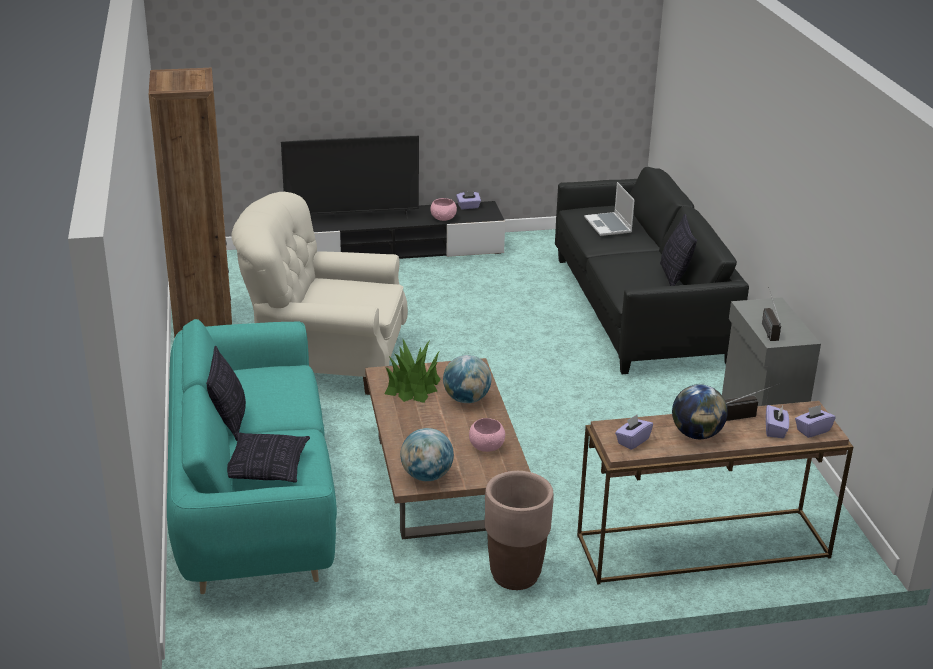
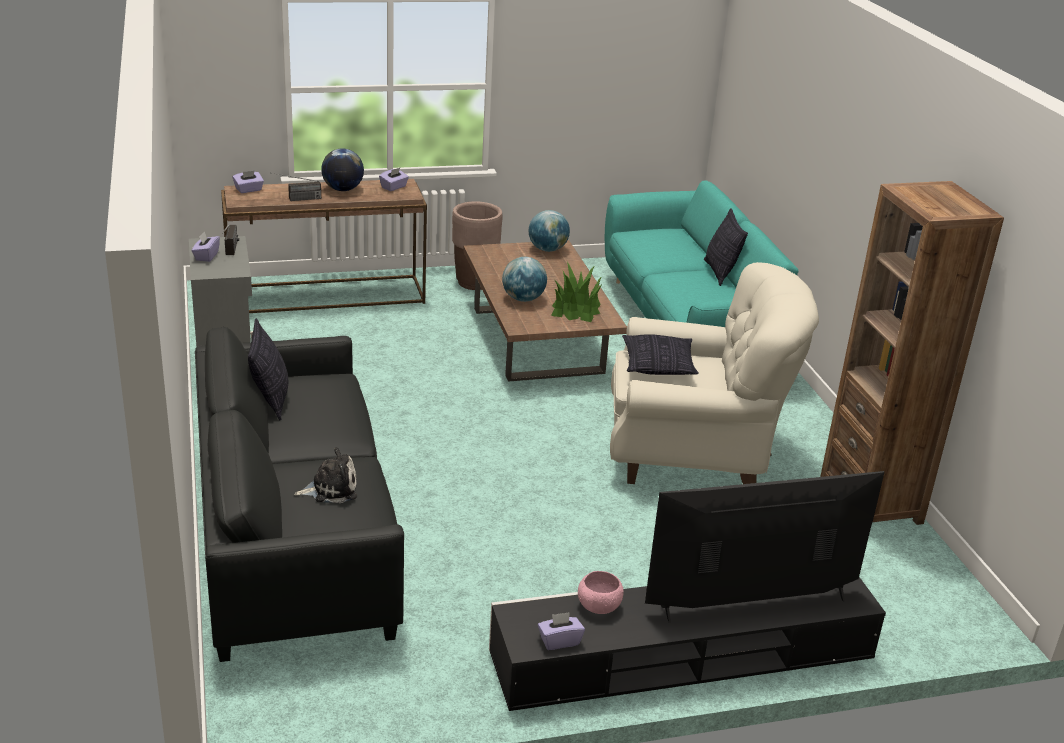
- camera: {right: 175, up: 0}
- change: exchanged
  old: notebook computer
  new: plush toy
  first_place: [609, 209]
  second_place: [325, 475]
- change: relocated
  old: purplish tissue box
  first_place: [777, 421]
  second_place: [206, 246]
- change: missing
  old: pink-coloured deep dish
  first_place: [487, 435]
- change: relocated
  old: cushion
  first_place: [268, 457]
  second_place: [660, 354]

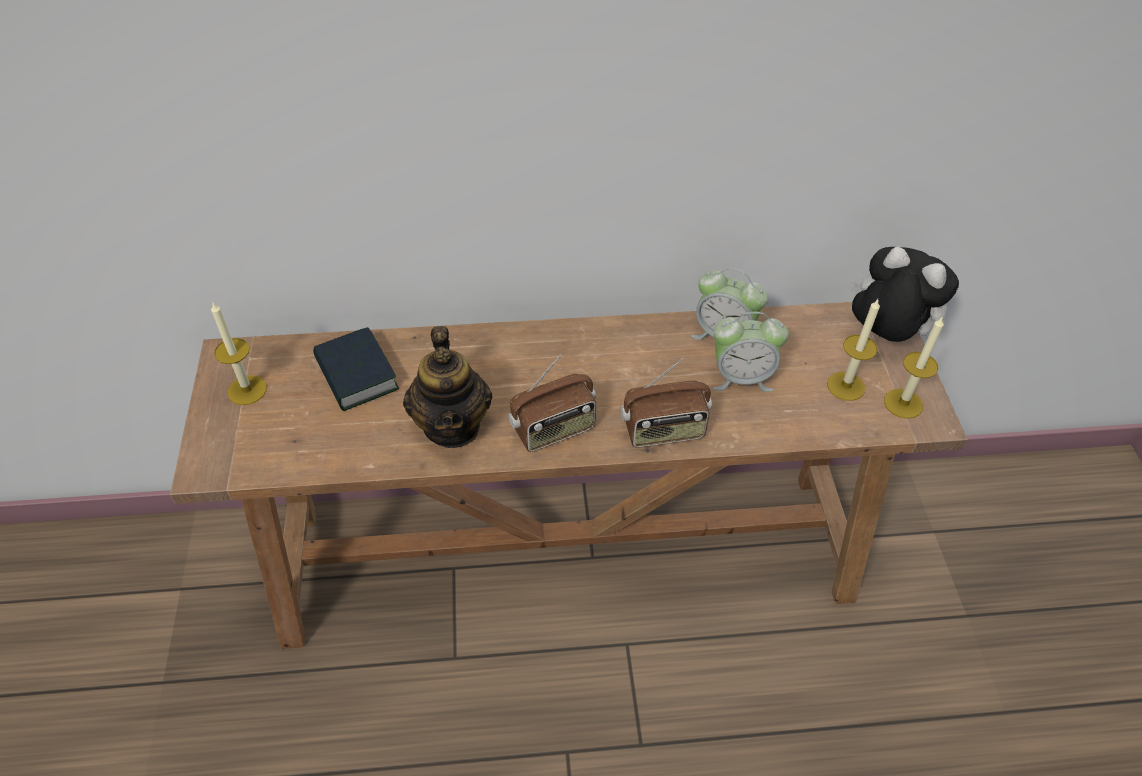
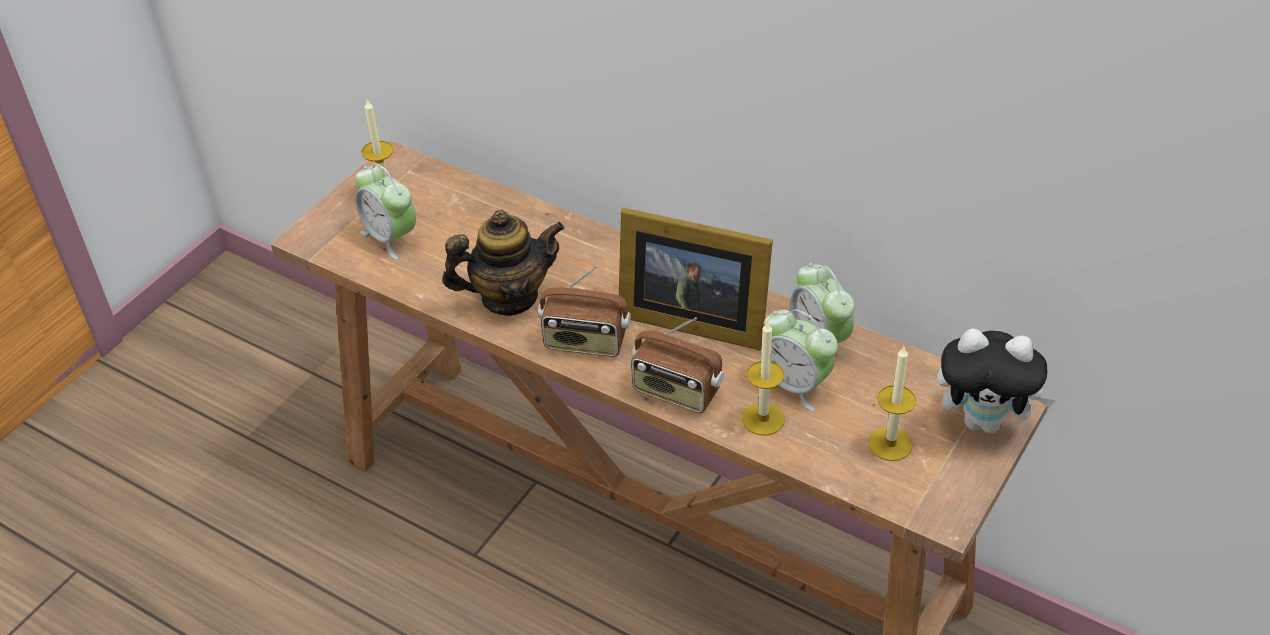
- camera: {right: 40, up: -5}
- change: spun
  old: plush toy
  first_place: [904, 294]
  second_place: [996, 381]
  degrees: 120
- change: relocated
  old: candle
  first_place: [914, 367]
  second_place: [763, 378]
- change: spun
  old: teapot
  first_place: [447, 387]
  second_place: [503, 263]
  degrees: -135
- change: missing
  old: bound book
  first_place: [356, 369]
- change: appeared
  new: alarm clock
  second_place: [385, 212]
- change: appeared
  new: picture frame
  second_place: [696, 279]

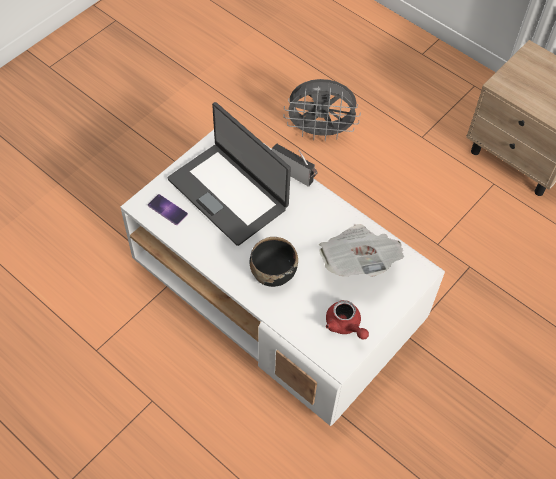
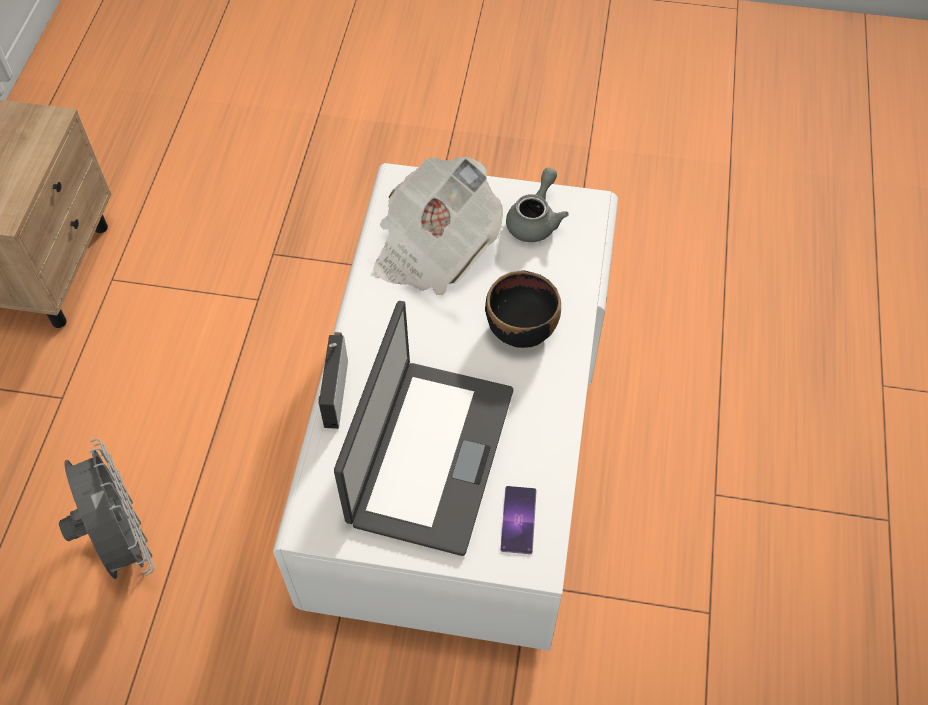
- camera: {right: -120, up: 0}
- change: colour
  old: red teapot
  new: gray teapot
  first_place: [347, 320]
  second_place: [537, 205]

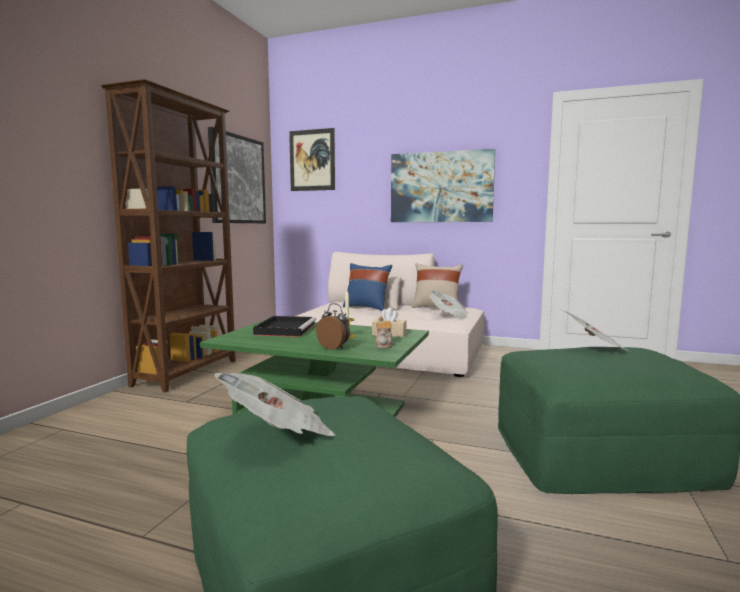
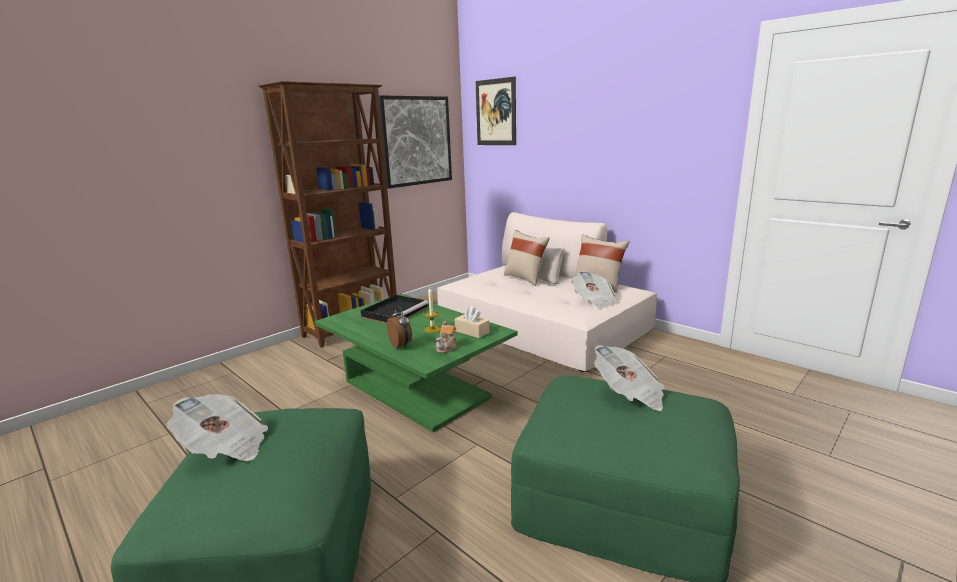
- camera: {right: 25, up: 10}
- change: missing
  old: wall picture
  first_place: [443, 185]
- change: colour
  old: bluish cushion
  new: beige-coloured cushion
  first_place: [367, 287]
  second_place: [527, 258]

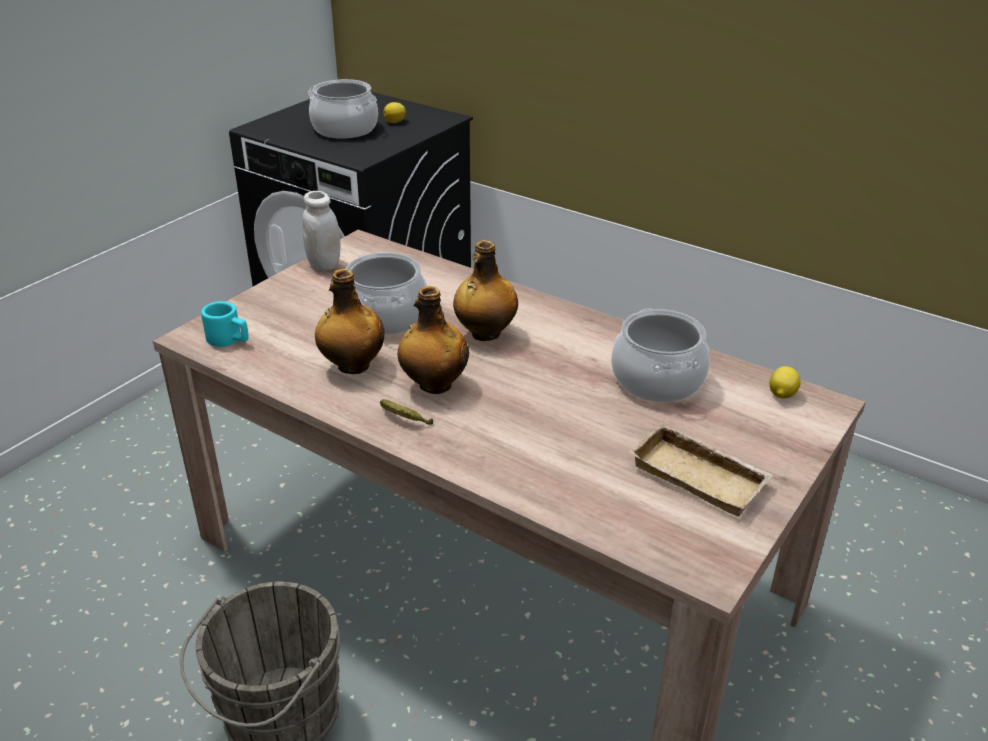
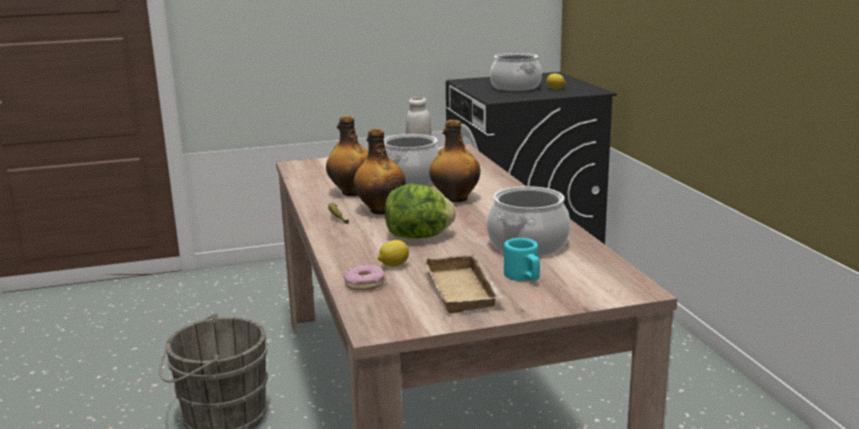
- camera: {right: 40, up: -15}
- change: relocated
  old: turquoise-coloured coffee mug
  first_place: [225, 324]
  second_place: [522, 259]
- change: relocated
  old: lemon
  first_place: [785, 382]
  second_place: [393, 253]
- change: appeared
  new: head of lettuce
  second_place: [420, 211]
- change: appeared
  new: donut
  second_place: [364, 278]

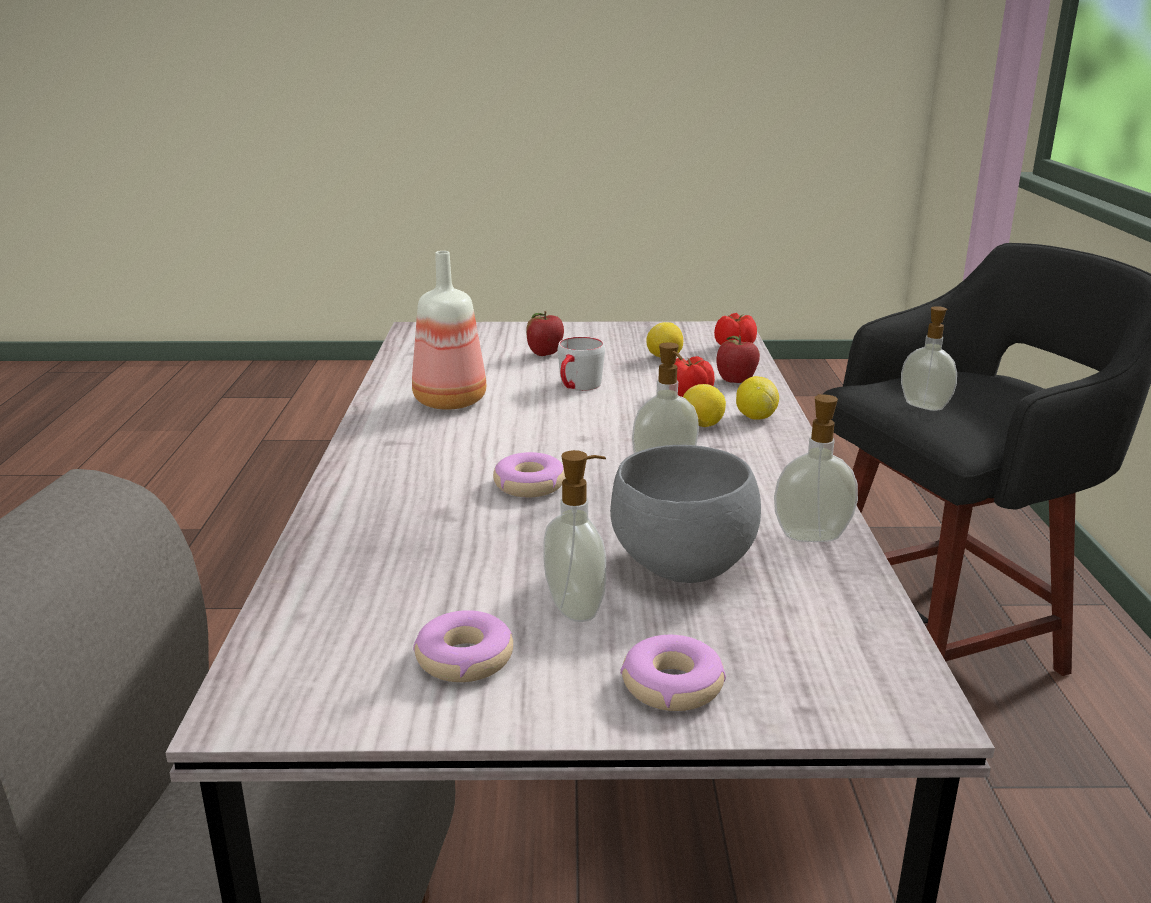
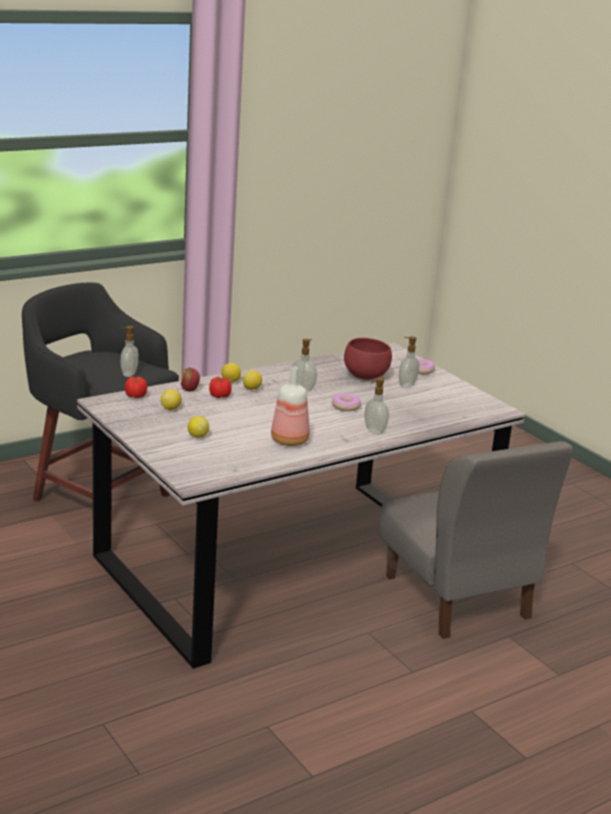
- camera: {right: -125, up: 0}
- change: exchanged
  old: apple fruit
  new: lemon
  first_place: [545, 333]
  second_place: [198, 427]
- change: missing
  old: gray coffee mug
  first_place: [581, 364]
- change: relocated
  old: liquid soap bottle
  first_place: [816, 468]
  second_place: [377, 406]
- change: colour
  old: gray deep dish
  new: red deep dish
  first_place: [685, 514]
  second_place: [368, 359]
- change: missing
  old: donut
  first_place: [463, 646]

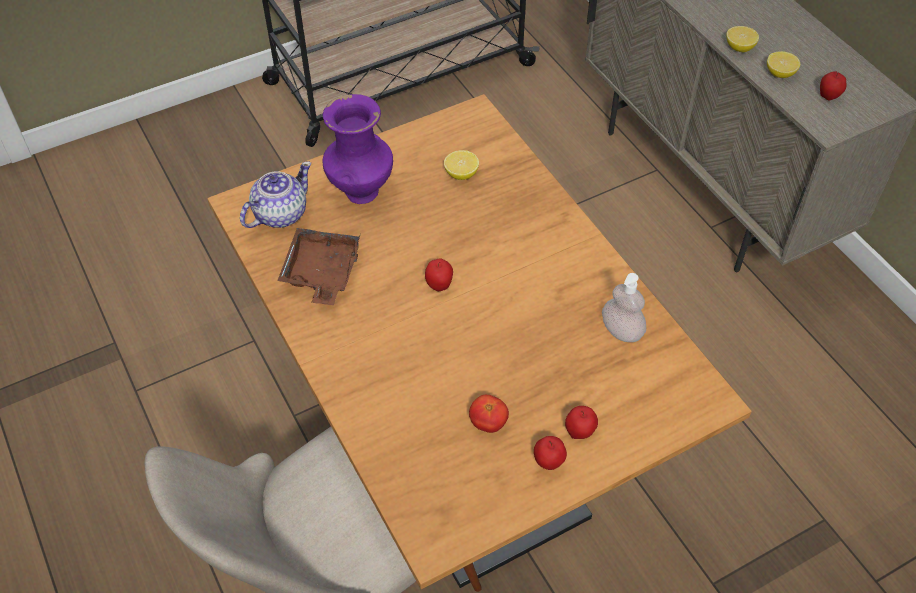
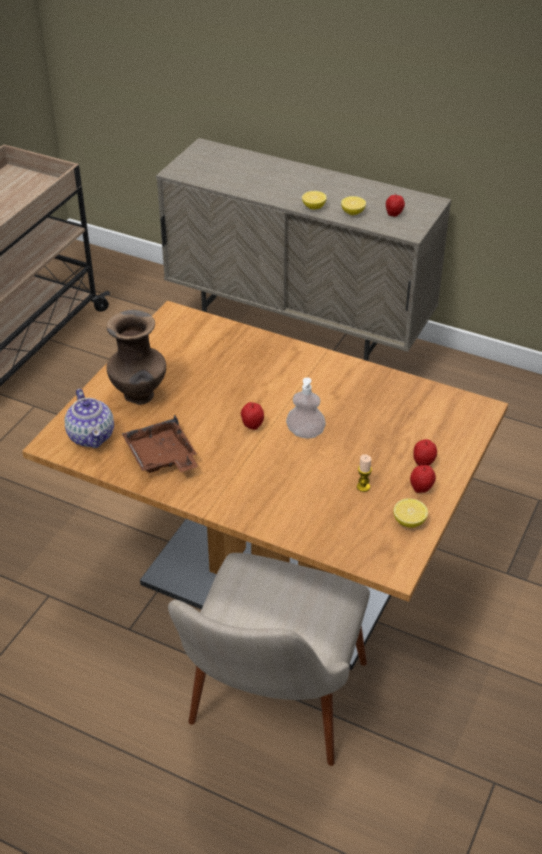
- camera: {right: -35, up: -10}
- change: colour
  old: purplish flower vase
  new: brown-coloured flower vase
  first_place: [358, 149]
  second_place: [136, 357]
- change: relocated
  old: lemon
  first_place: [461, 165]
  second_place: [410, 513]
- change: spun
  old: teapot
  first_place: [275, 194]
  second_place: [89, 418]
  degrees: 150
- change: relocated
  old: liquid soap bottle
  first_place: [624, 307]
  second_place: [306, 408]
- change: exchanged
  old: fresh tomato
  new: candle
  first_place: [489, 414]
  second_place: [364, 473]

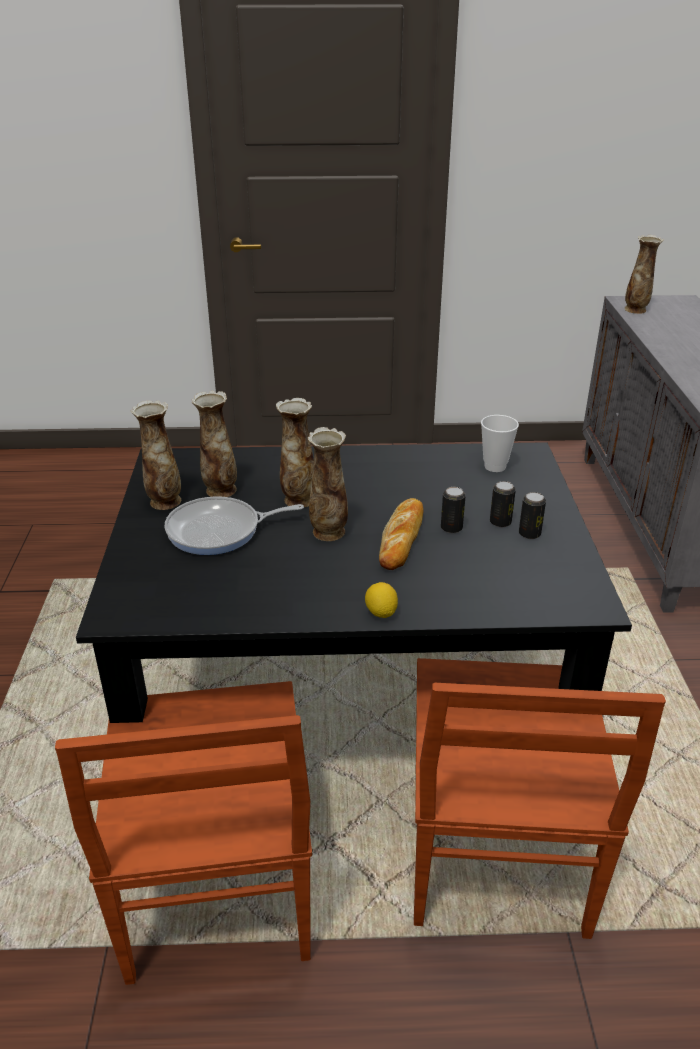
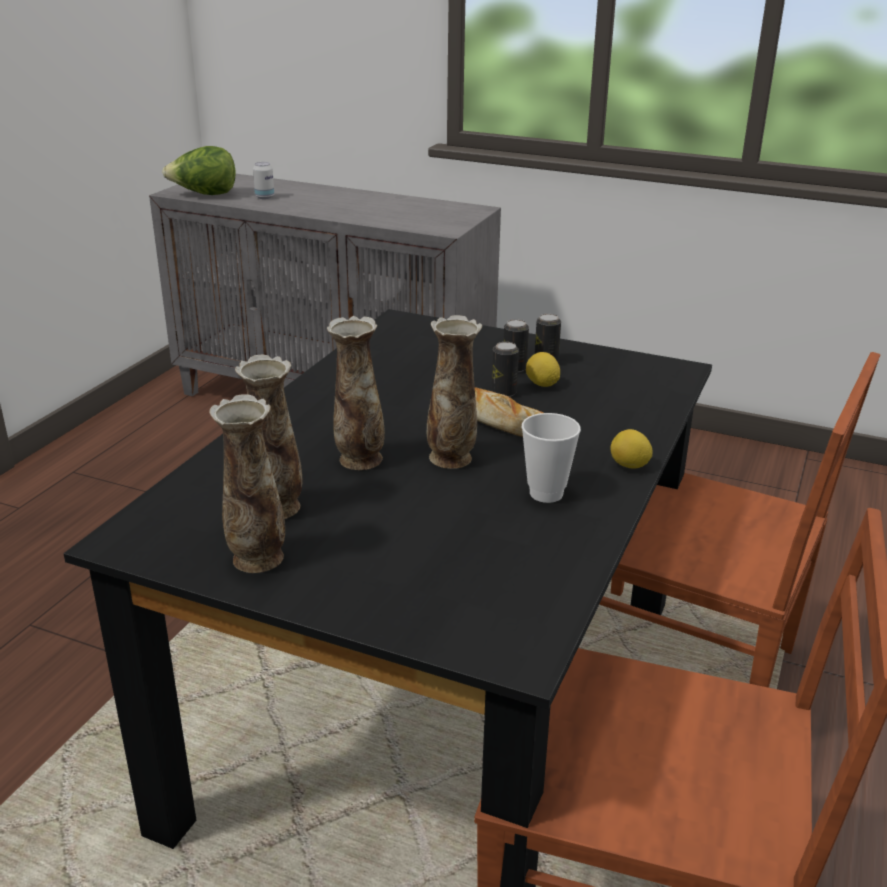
- camera: {right: -65, up: -5}
- change: exchanged
  old: flower vase
  new: head of lettuce
  first_place: [644, 274]
  second_place: [199, 170]
- change: relocated
  old: cup
  first_place: [500, 443]
  second_place: [551, 458]
- change: missing
  old: pan
  first_place: [234, 525]
- change: appeared
  new: metal can
  second_place: [263, 180]
- change: appeared
  new: lemon
  second_place: [543, 369]

